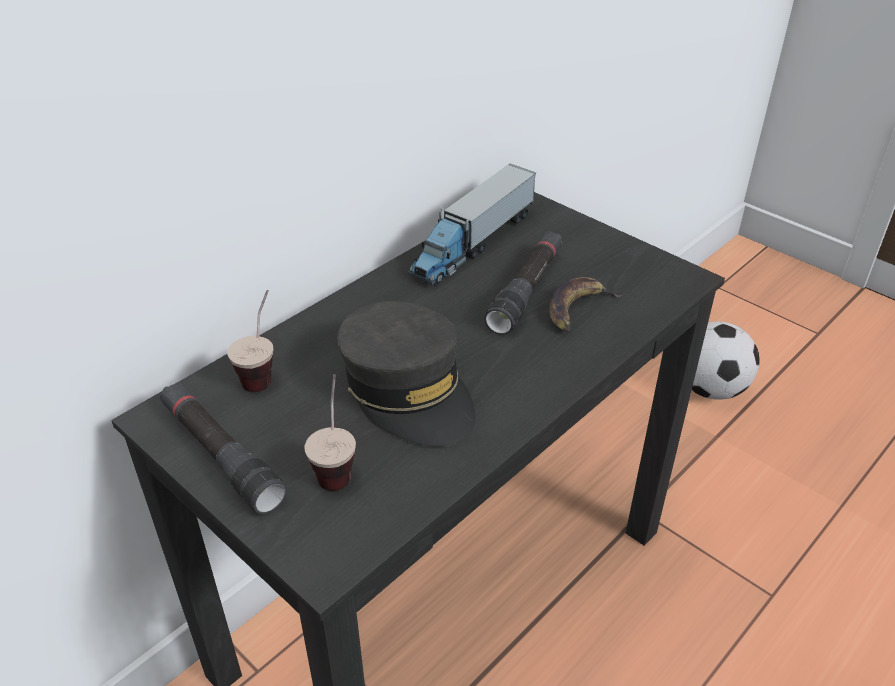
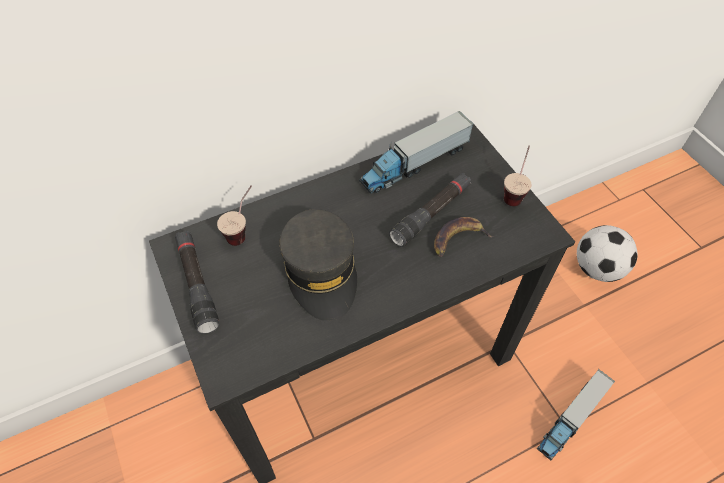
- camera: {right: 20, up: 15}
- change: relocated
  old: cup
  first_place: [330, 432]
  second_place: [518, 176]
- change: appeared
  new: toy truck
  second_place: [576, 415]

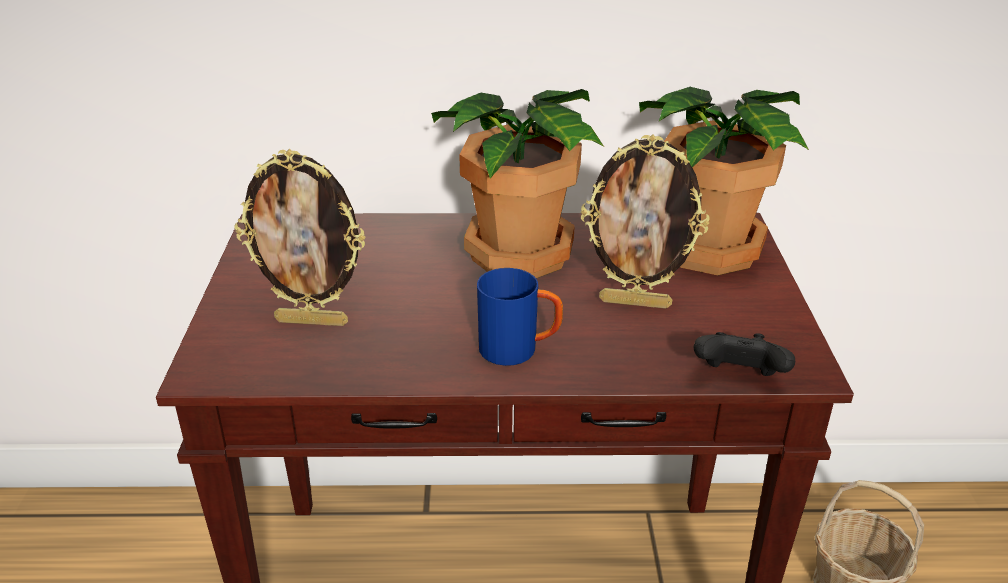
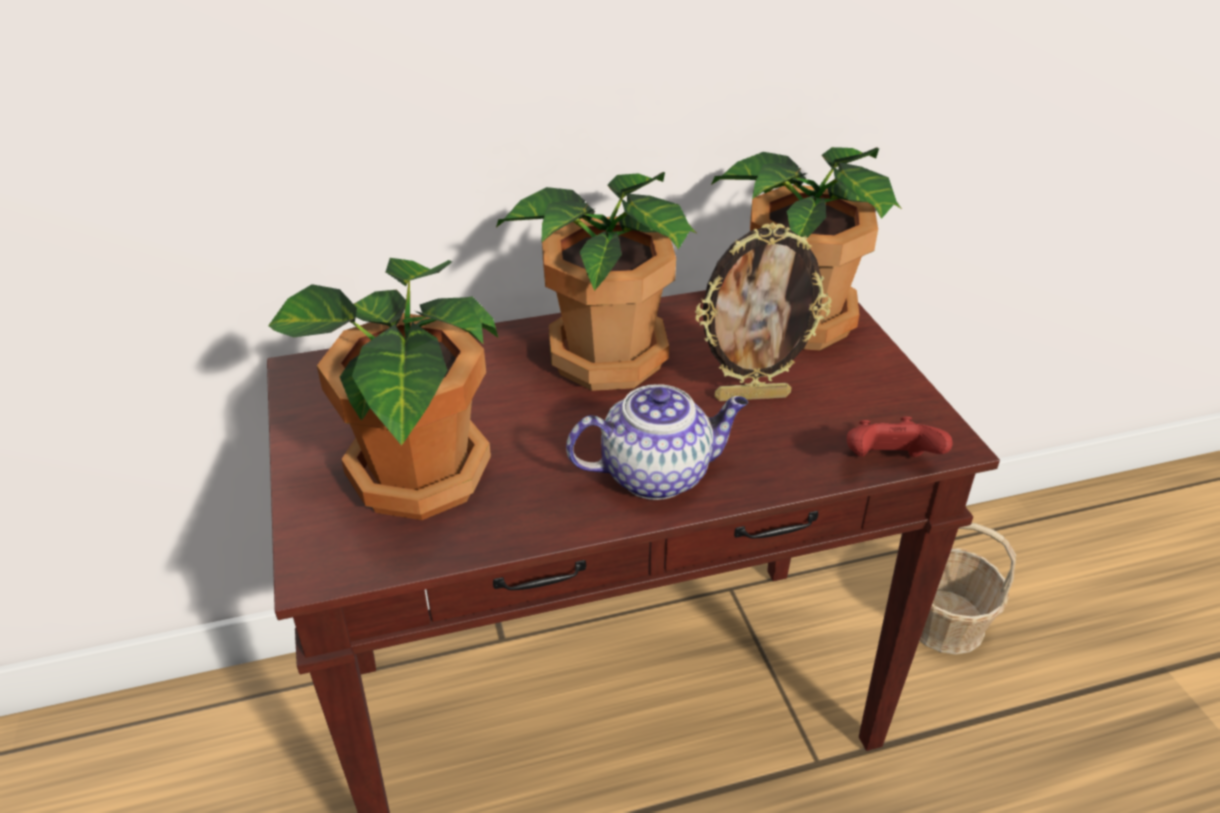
- camera: {right: -15, up: 5}
- change: exchanged
  old: picture frame
  new: plant in a pot
  first_place: [300, 237]
  second_place: [383, 389]
- change: exchanged
  old: bluish coffee mug
  new: teapot
  first_place: [520, 317]
  second_place: [657, 442]
- change: colour
  old: black-coloured joypad
  new: red joypad
  first_place: [744, 354]
  second_place: [900, 436]

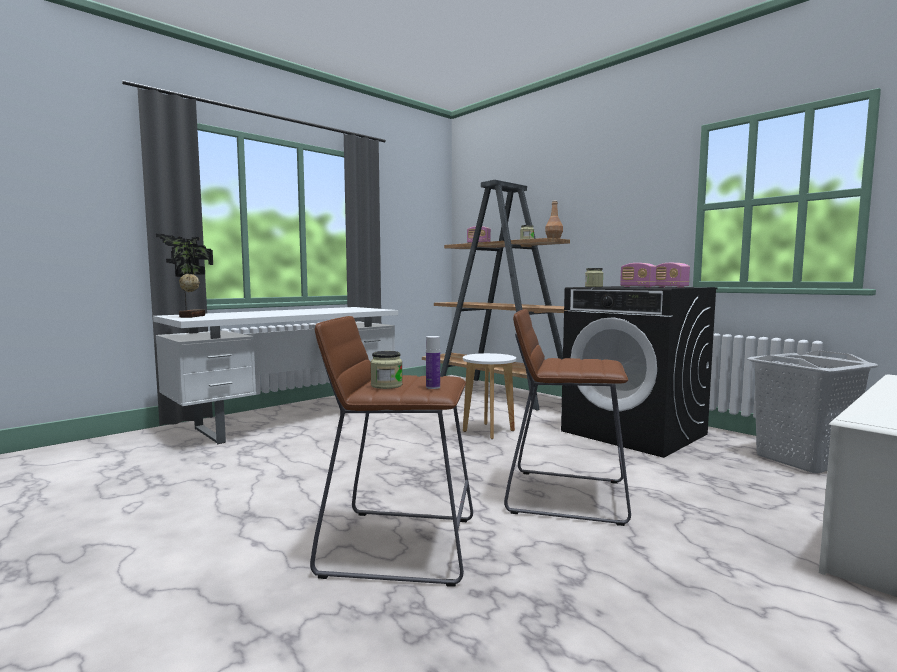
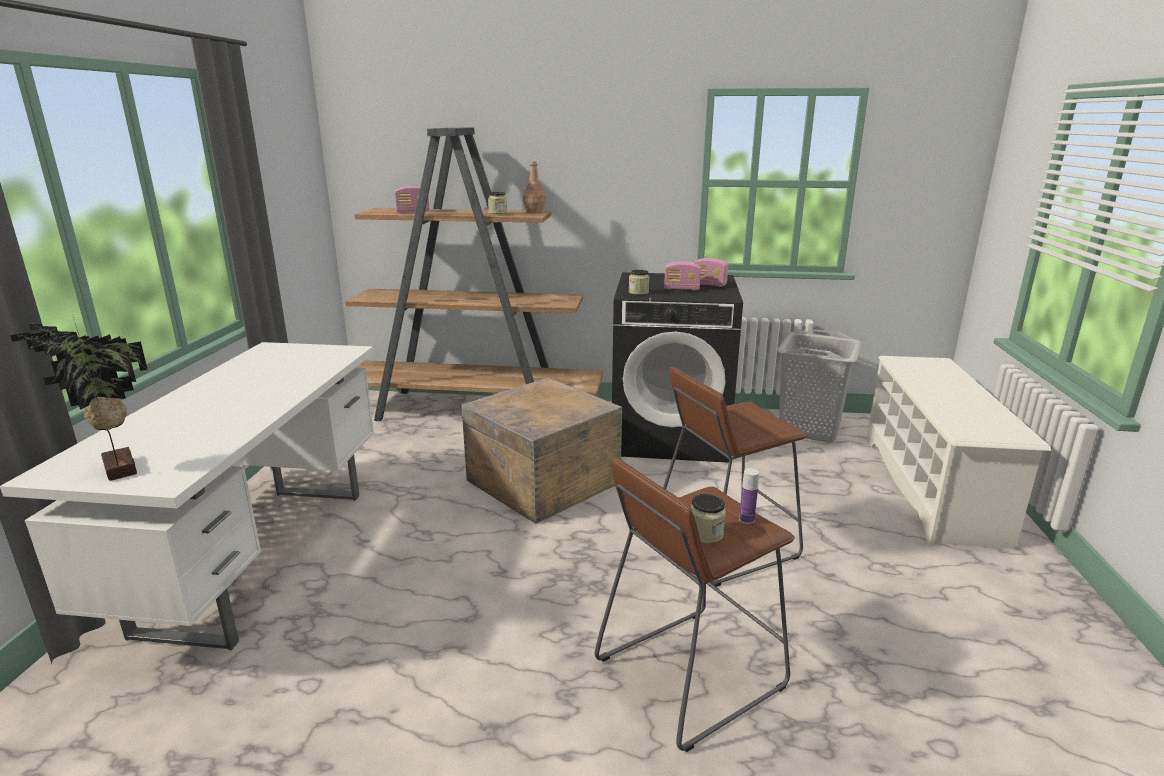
- camera: {right: -40, up: 15}
- change: exchanged
  old: white stool
  new: packing crate
  first_place: [489, 396]
  second_place: [541, 451]

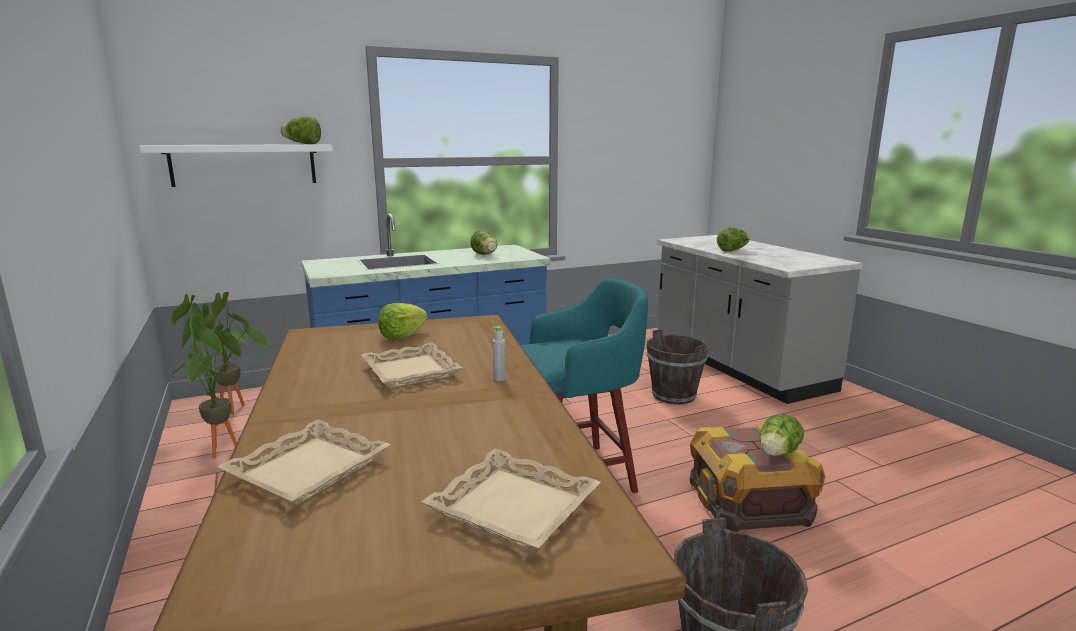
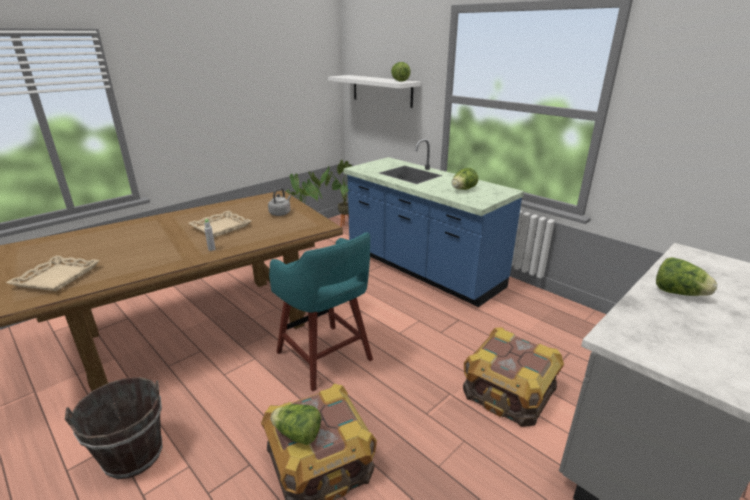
- camera: {right: 70, up: 10}
- change: exchanged
  old: head of lettuce
  new: gray tea kettle
  first_place: [403, 321]
  second_place: [279, 202]
- change: exchanged
  old: brown-coloured pail
  new: packing crate
  first_place: [677, 366]
  second_place: [513, 377]
- change: missing
  old: beige-coloured carrying tray
  first_place: [304, 462]

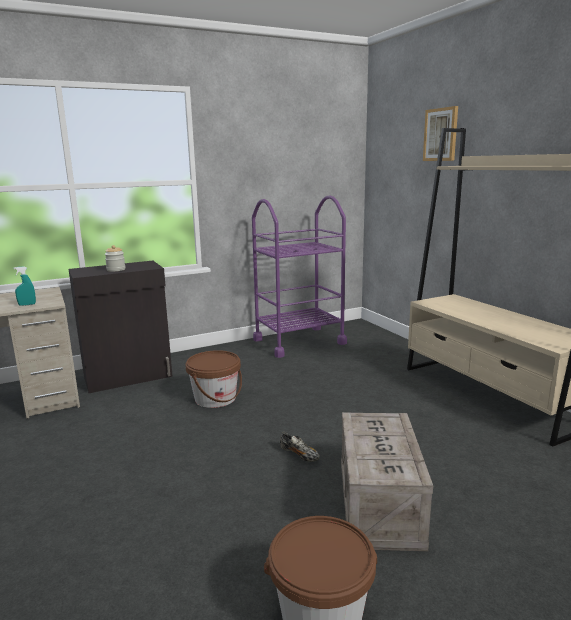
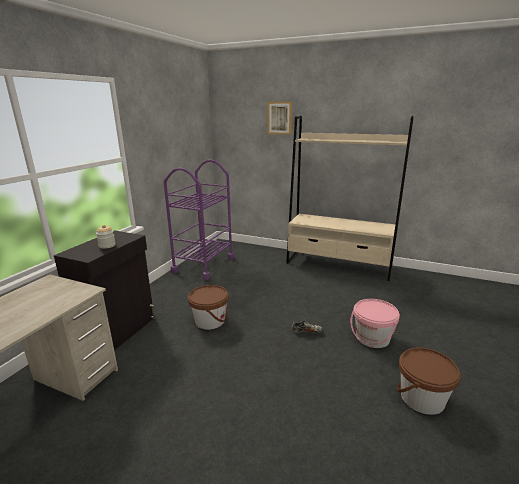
- camera: {right: -40, up: 5}
- change: missing
  old: turquoise-coloured spray bottle
  first_place: [25, 286]
- change: exchanged
  old: packing crate
  new: pink-coloured pail
  first_place: [387, 481]
  second_place: [375, 323]

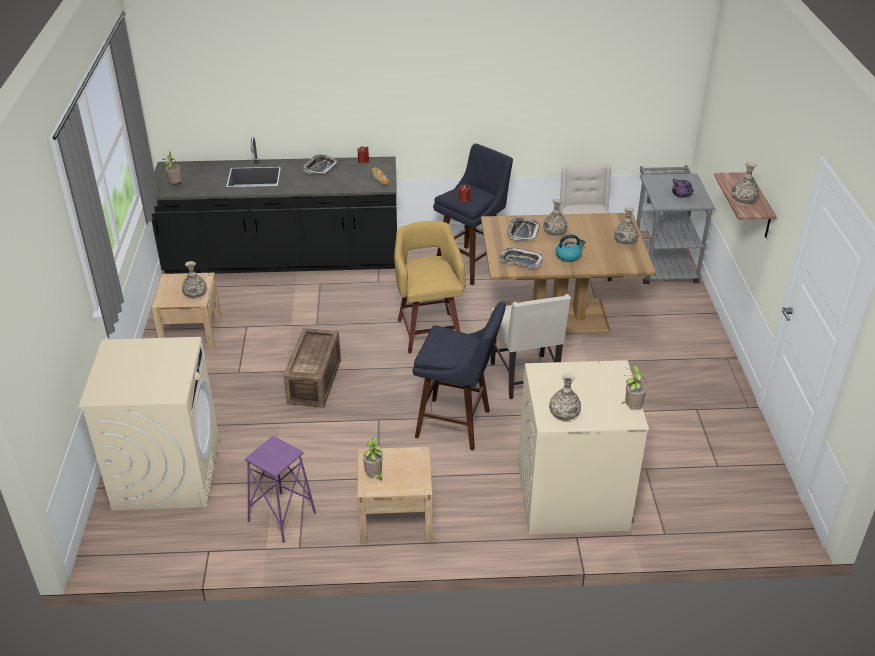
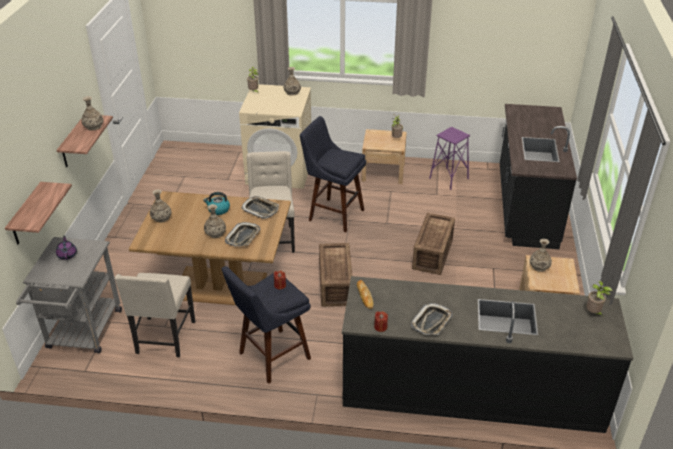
- camera: {right: -170, up: 0}
- change: exchanged
  old: yellowish stool
  new: packing crate
  first_place: [430, 287]
  second_place: [335, 275]
- change: exchanged
  old: beige-coloured washing machine
  new: black-coloured kitchen counter
  first_place: [148, 423]
  second_place: [538, 176]
- change: appeared
  new: wall shelf
  second_place: [38, 213]

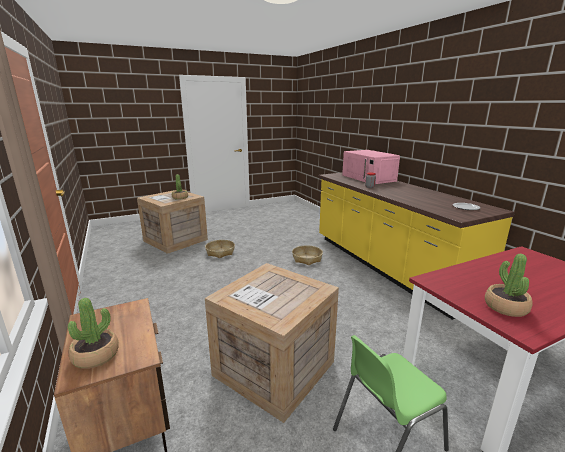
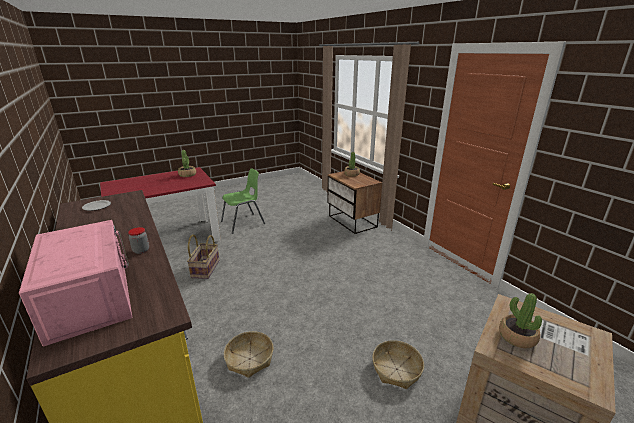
- camera: {right: 175, up: 5}
- change: missing
  old: packing crate
  first_place: [272, 343]
- change: appeared
  new: storage basket
  second_place: [203, 256]

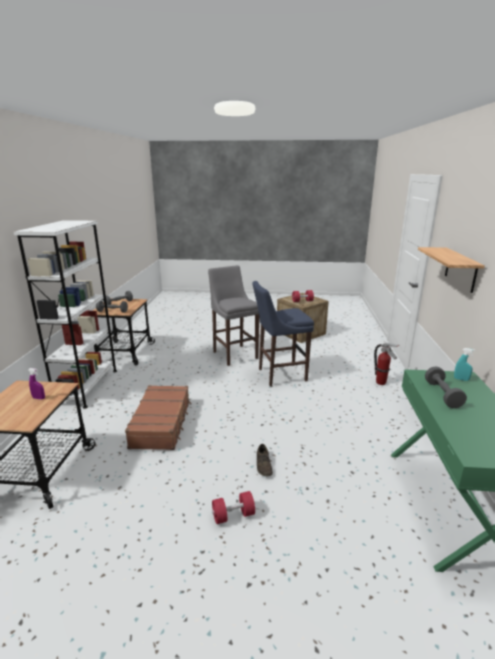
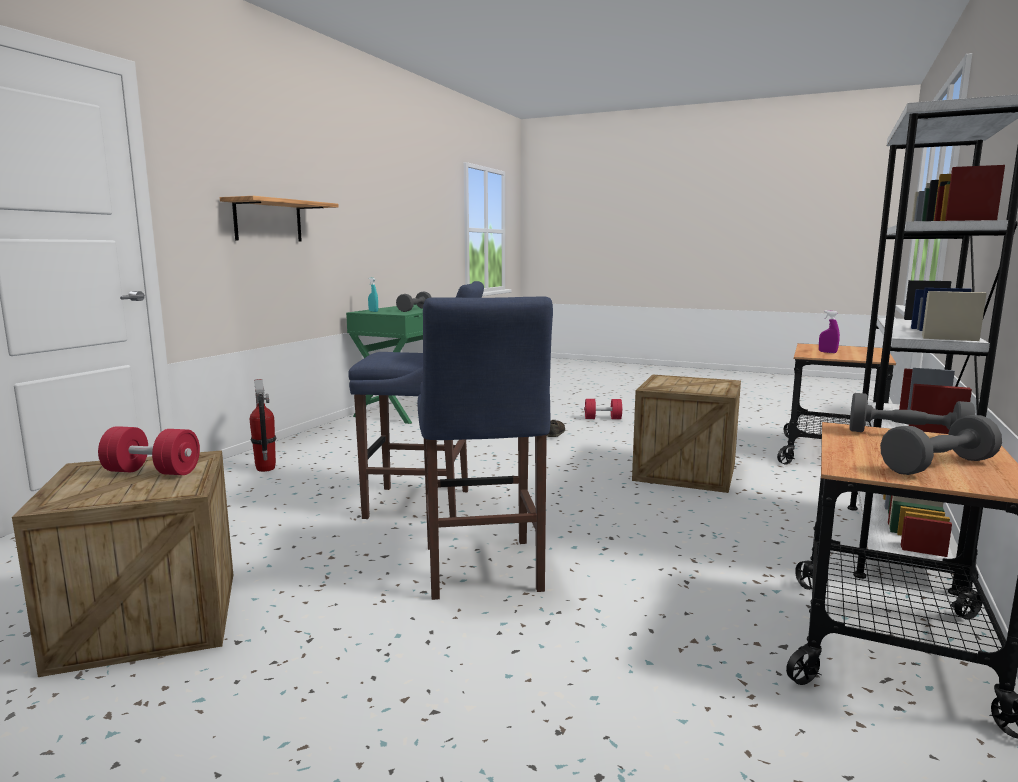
- camera: {right: -160, up: -10}
- change: colour
  old: gray stool
  new: bluish stool
  first_place: [233, 315]
  second_place: [485, 448]
- change: exchanged
  old: brown-coloured piece of luggage
  new: packing crate
  first_place: [158, 417]
  second_place: [686, 433]

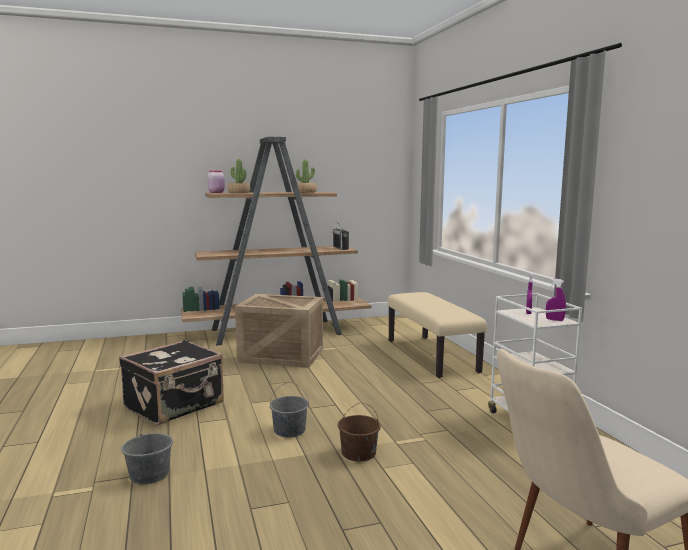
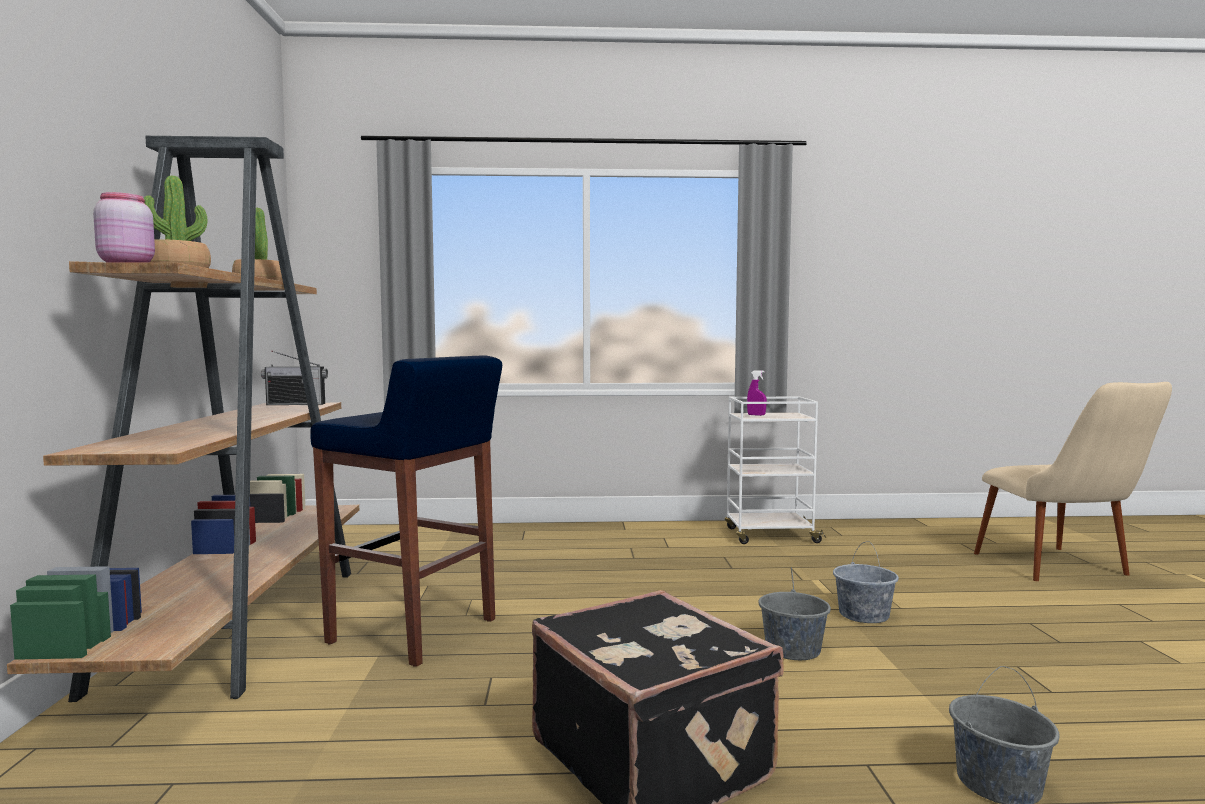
- camera: {right: -75, up: -5}
- change: missing
  old: purplish spray bottle
  first_place: [556, 299]
- change: missing
  old: beige-coloured bench
  first_place: [437, 335]
- change: exchanged
  old: packing crate
  new: bluish stool
  first_place: [279, 331]
  second_place: [406, 511]
- change: colour
  old: brown-coloured pail
  new: gray pail
  first_place: [359, 432]
  second_place: [866, 582]

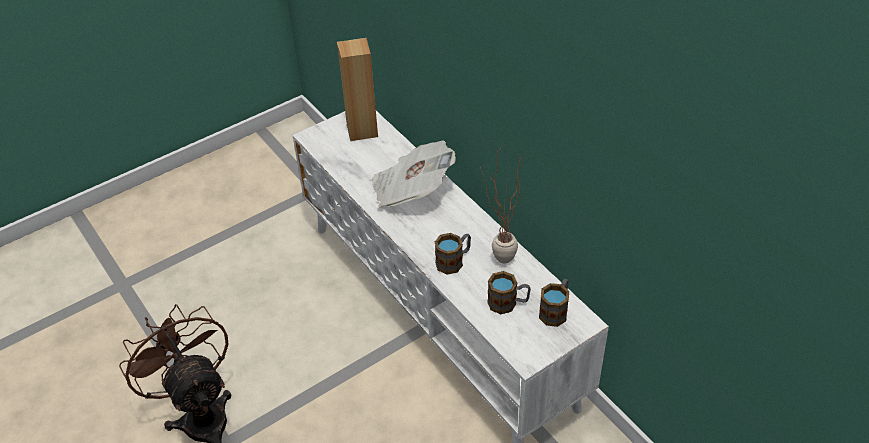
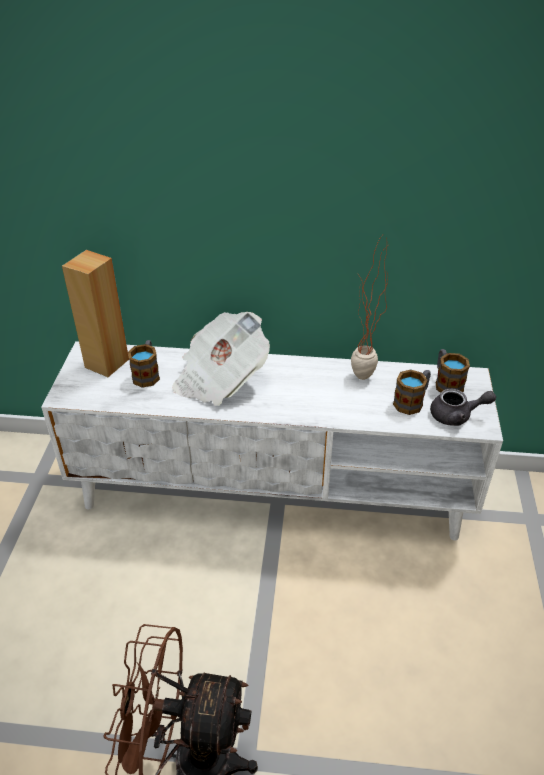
- camera: {right: -50, up: -5}
- change: relocated
  old: coffee mug
  first_place: [453, 254]
  second_place: [144, 364]
- change: appeared
  new: gray teapot
  second_place: [463, 407]

